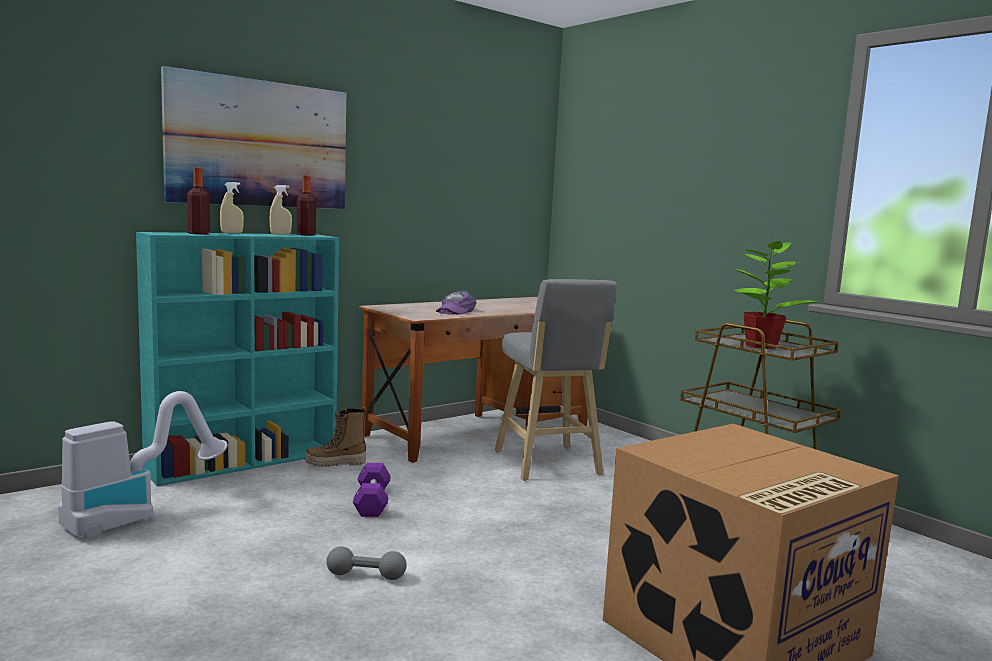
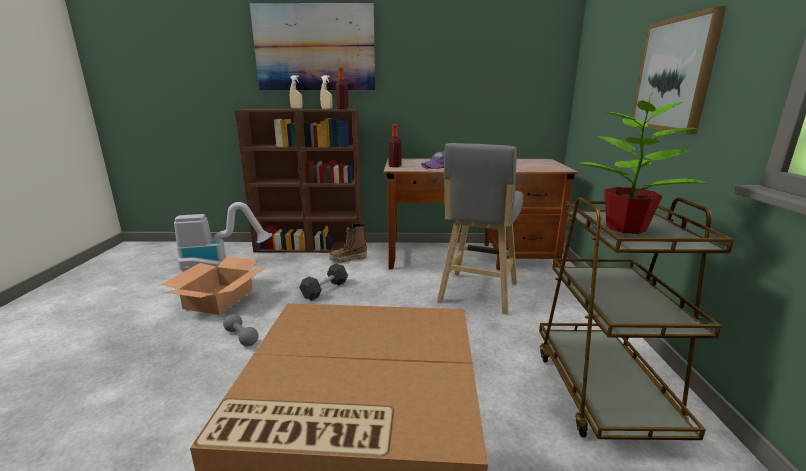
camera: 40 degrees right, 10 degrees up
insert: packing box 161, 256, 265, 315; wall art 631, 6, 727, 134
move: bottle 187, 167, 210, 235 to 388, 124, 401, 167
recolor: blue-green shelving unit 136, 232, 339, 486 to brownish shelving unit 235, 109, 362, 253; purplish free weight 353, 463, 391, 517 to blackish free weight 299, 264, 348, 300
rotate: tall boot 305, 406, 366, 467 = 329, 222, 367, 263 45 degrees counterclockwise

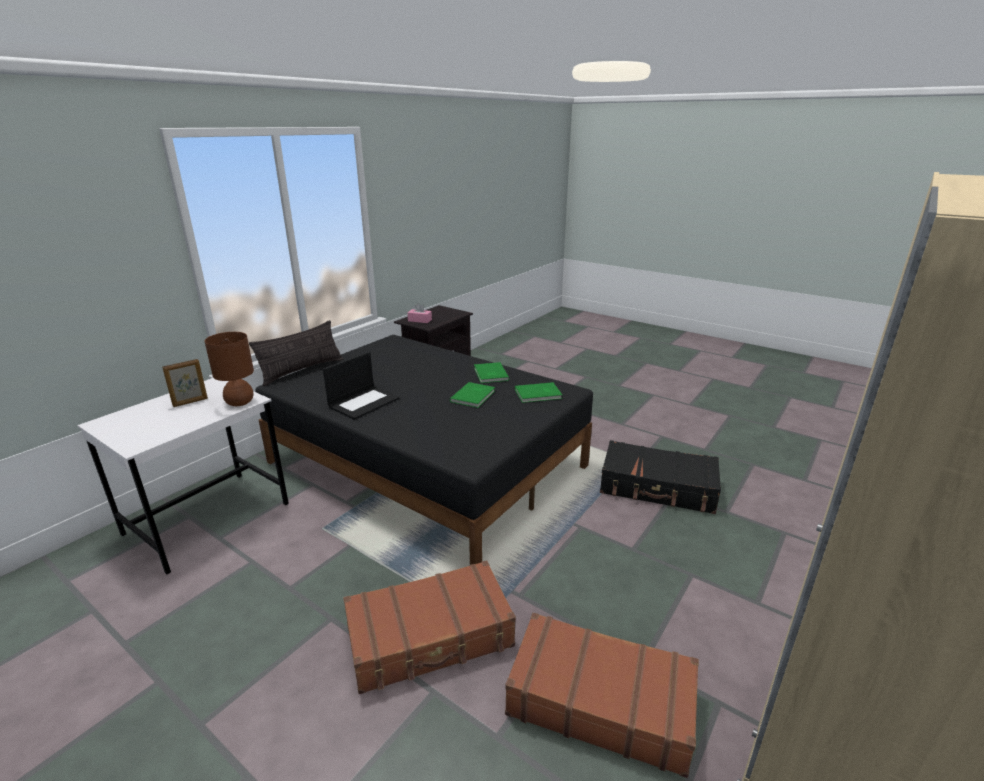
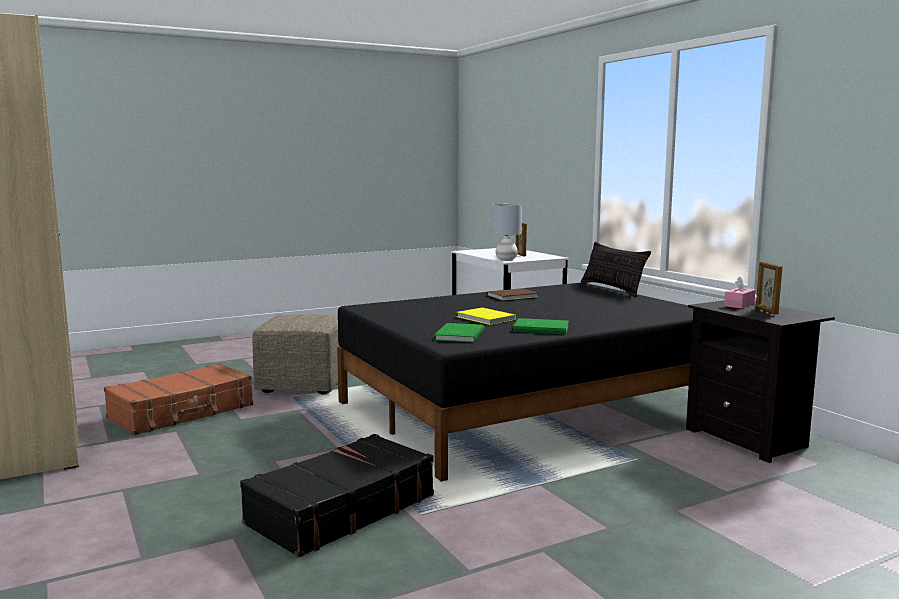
camera: 115 degrees right, 15 degrees down
insert: photo frame 756, 262, 782, 315
replace: laptop 323, 352, 400, 420 to brownish bound book 487, 288, 539, 301; brownish suitcase 343, 560, 516, 694 to beige-coloured footrest 252, 314, 340, 394
recolor: brownish table lamp 204, 332, 254, 406 to grey table lamp 492, 204, 522, 260; green bound book 450, 382, 495, 408 to yellowish bound book 457, 308, 516, 325

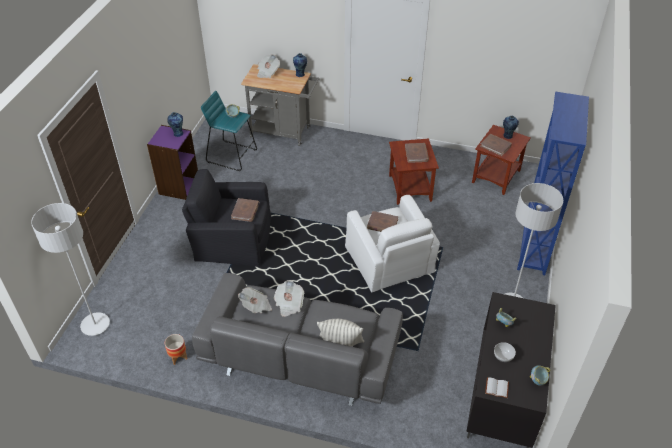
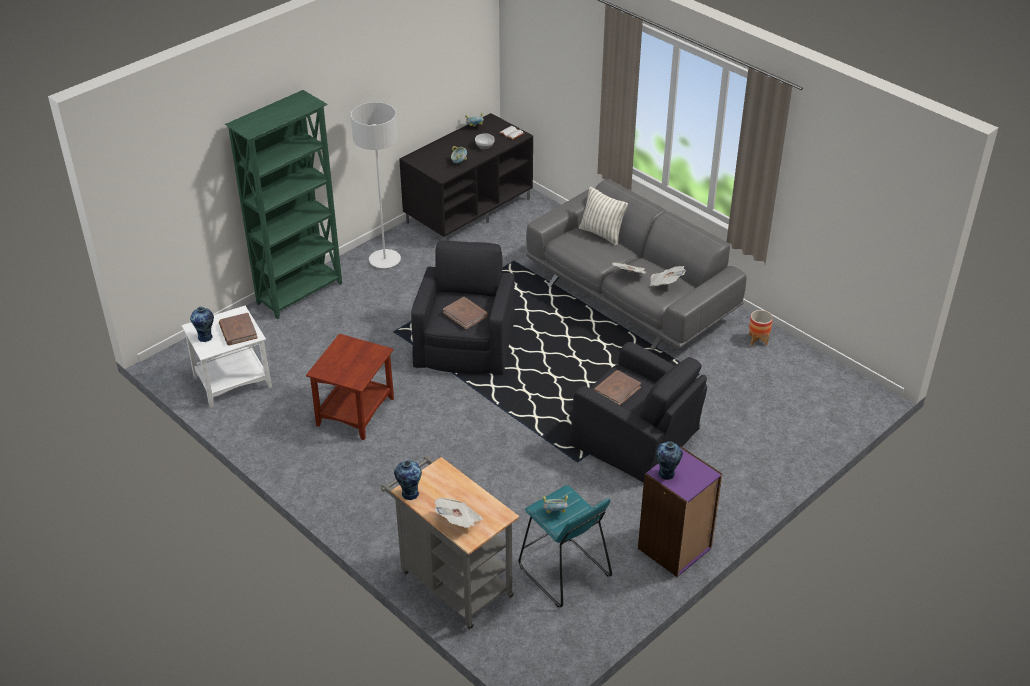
camera: 150 degrees left, 5 degrees down
delete: grey floor lamp 31, 203, 110, 336; brownish bound book 405, 143, 429, 163
recolor: whitish armchair 345, 195, 440, 292 to blackish armchair 411, 241, 515, 375; brownish accent table 472, 125, 531, 195 to whitish accent table 182, 306, 272, 408; blue shelving unit 517, 91, 589, 275 to green shelving unit 225, 90, 342, 319

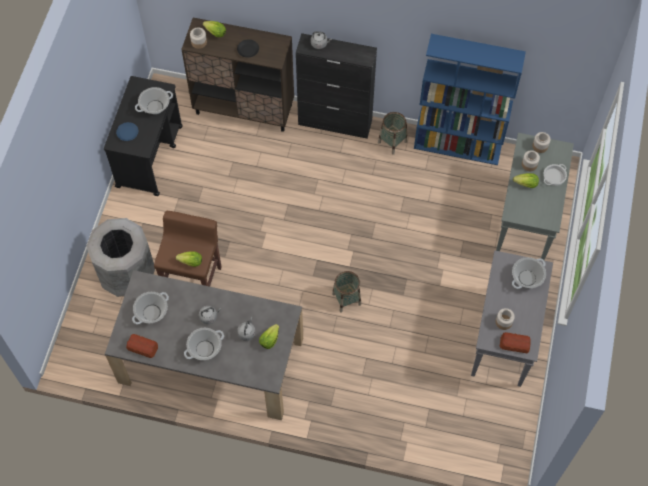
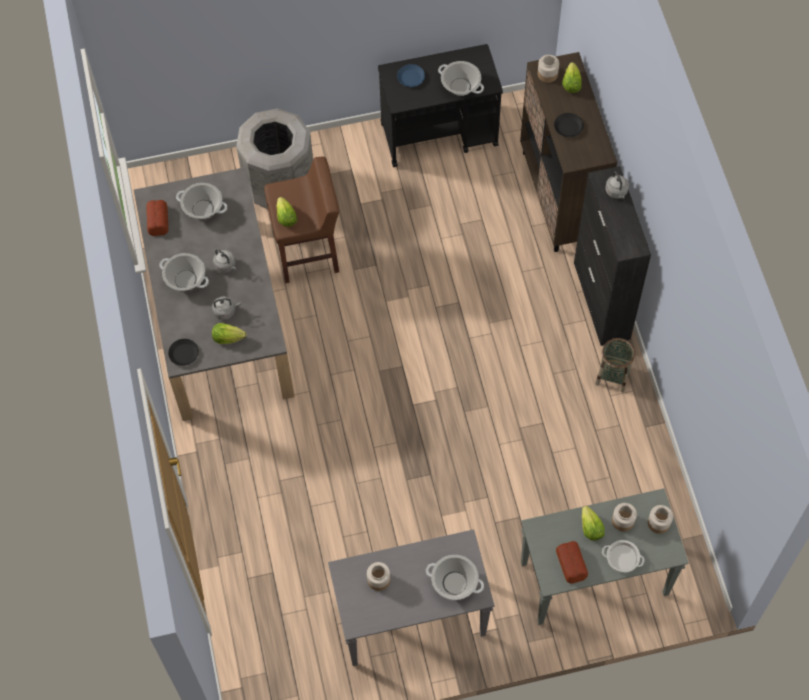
camera: 65 degrees right, 0 degrees up
delete: household basket 332, 271, 361, 312; blue shelving unit 414, 34, 526, 165
insert: blackish dinner plate 168, 339, 199, 366
move: bakery bread 500, 332, 531, 353 to 556, 541, 588, 584

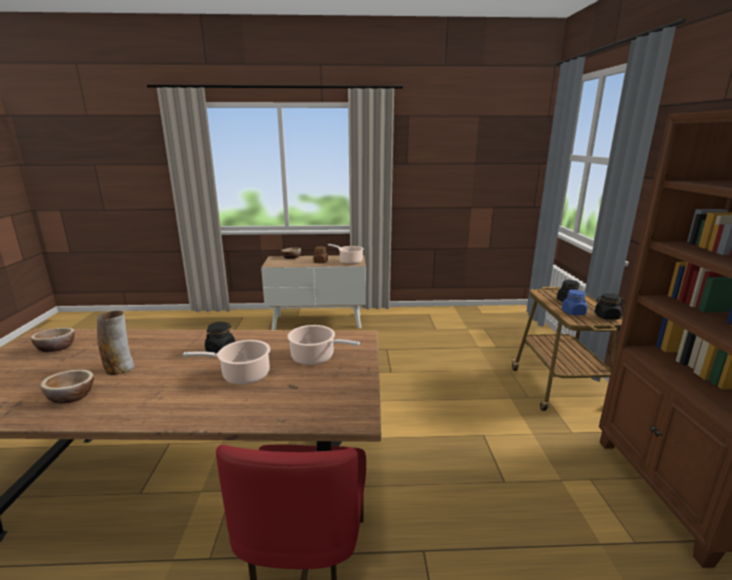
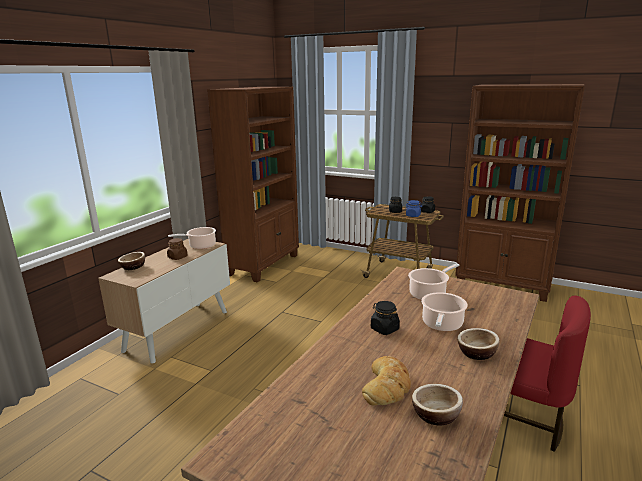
camera: 60 degrees left, 0 degrees up
insert: brownish shelving unit 207, 87, 299, 282
move: serving bowl 31, 327, 75, 352 to 457, 328, 499, 360
replace: vase 97, 311, 134, 375 to bakery bread 362, 356, 411, 406

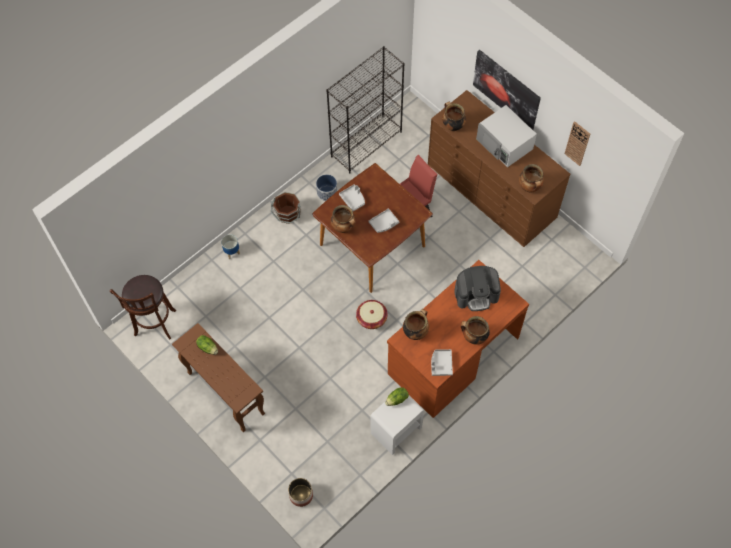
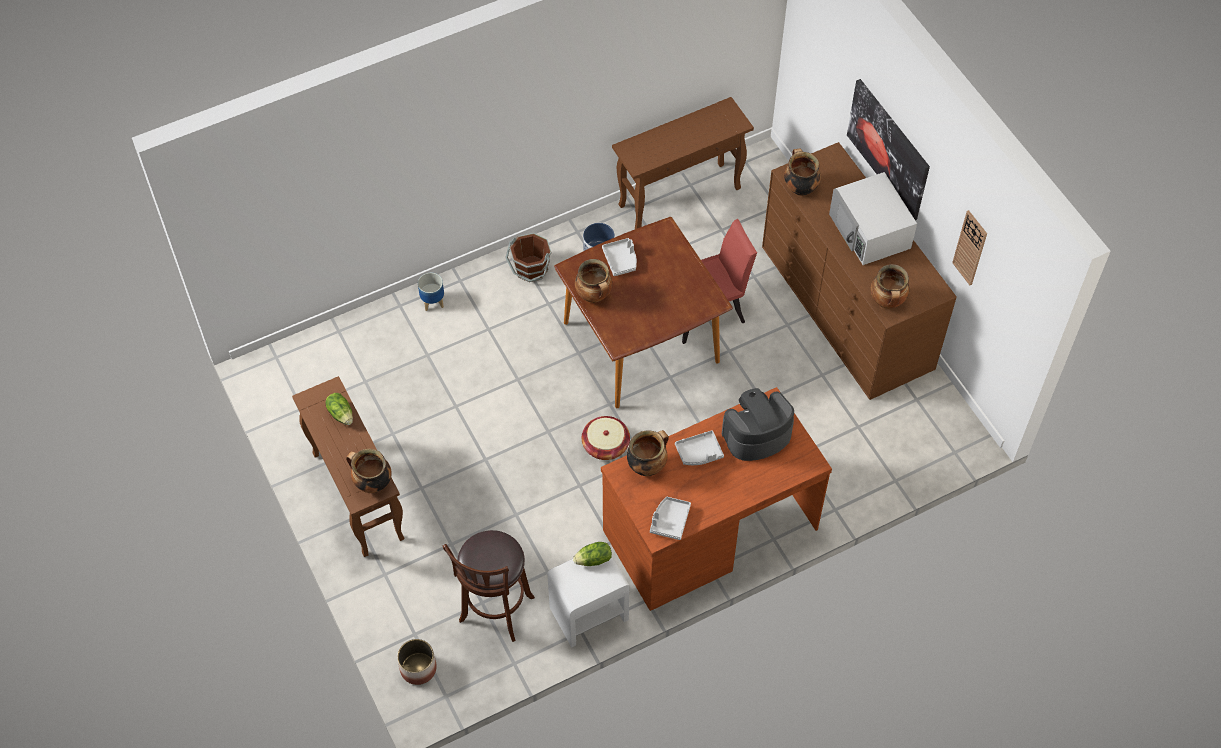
camera: 15 degrees right, 5 degrees down
move: brownish stool seat 110, 275, 177, 339 to 443, 530, 535, 642; grey tray 369, 209, 400, 233 to 675, 430, 724, 465; saucepot 461, 316, 490, 345 to 346, 449, 392, 493
replace: blackish shelving unit 326, 46, 405, 174 to brownish hall table 612, 97, 754, 229
rotate: coffee brewer 454, 266, 501, 311 = 722, 388, 794, 461 150 degrees clockwise

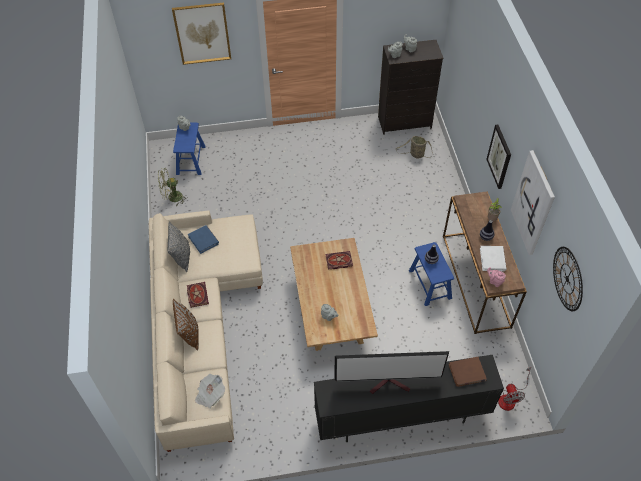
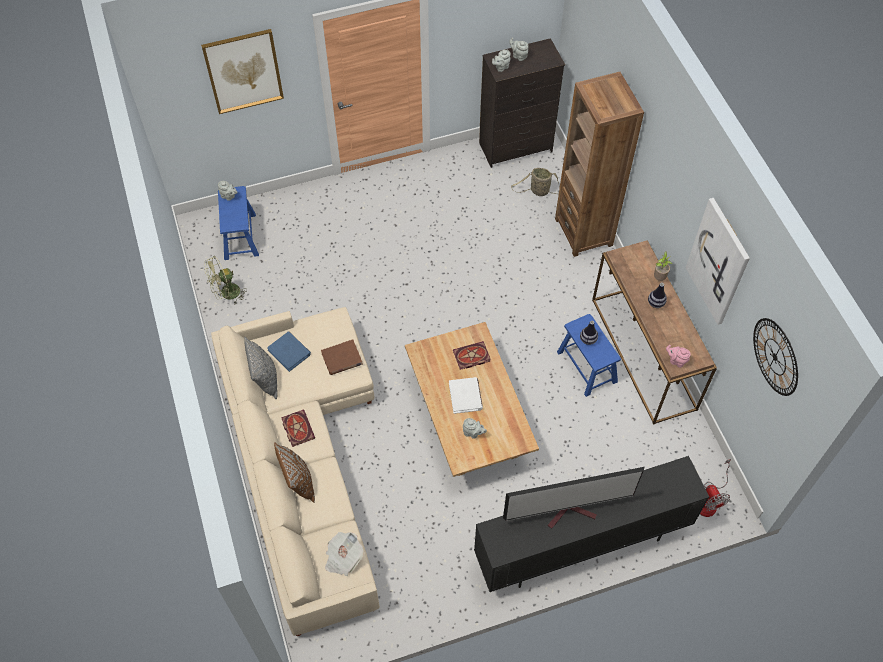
camera: 10 degrees left, 5 degrees up
delete: wall art 486, 124, 511, 189
insert: brownish shelving unit 555, 72, 644, 257
move: brownish bound book 449, 357, 486, 387 to 321, 339, 363, 375; whitish bound book 480, 246, 507, 271 to 449, 377, 483, 414

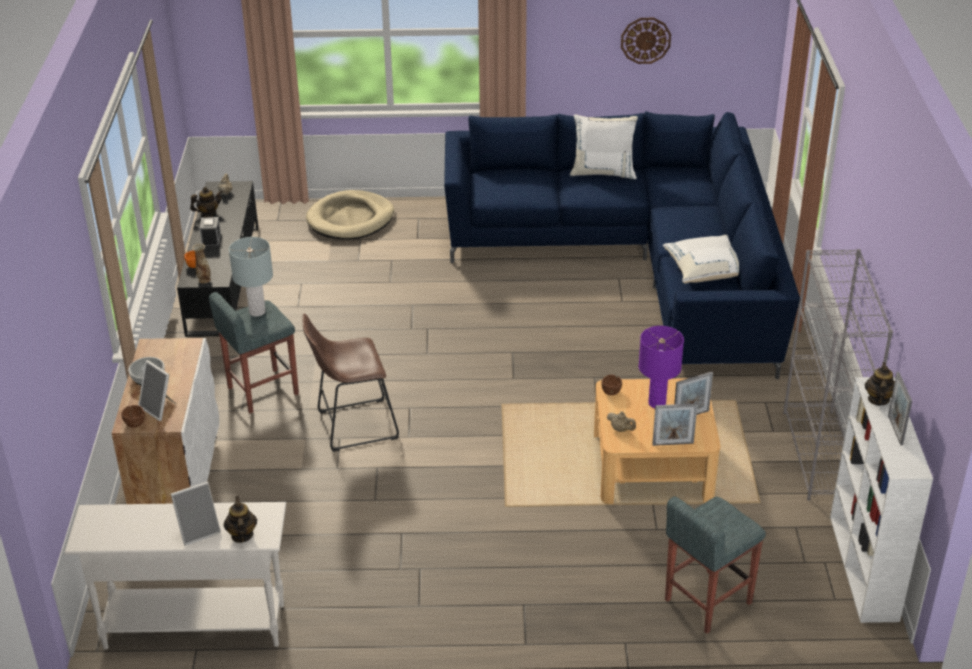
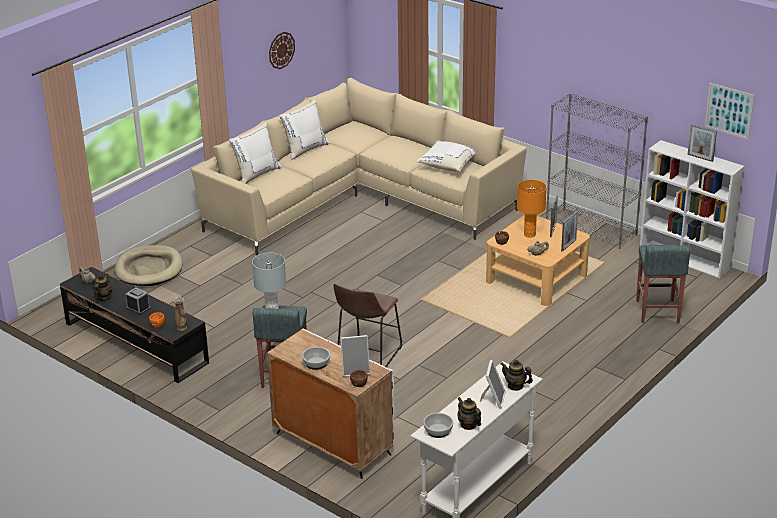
camera: 50 degrees left, 5 degrees down
insert: whitish cushion 229, 123, 281, 184; serving bowl 423, 413, 453, 438; wall art 704, 83, 754, 140
move: tea pot 865, 362, 895, 406 to 458, 397, 481, 430
recolor: blue sofa 444, 111, 800, 379 to beige-coloured sofa 191, 78, 527, 256; purplish table lamp 639, 326, 684, 408 to orangey table lamp 517, 180, 547, 238

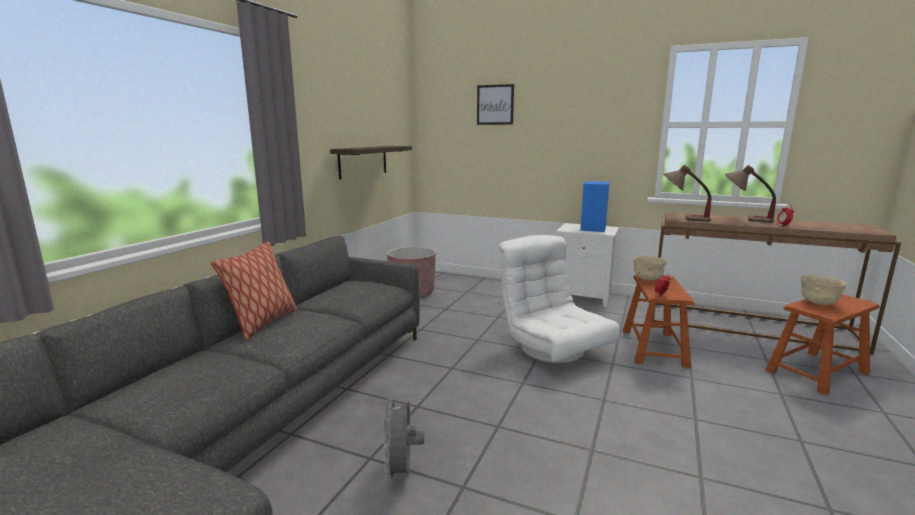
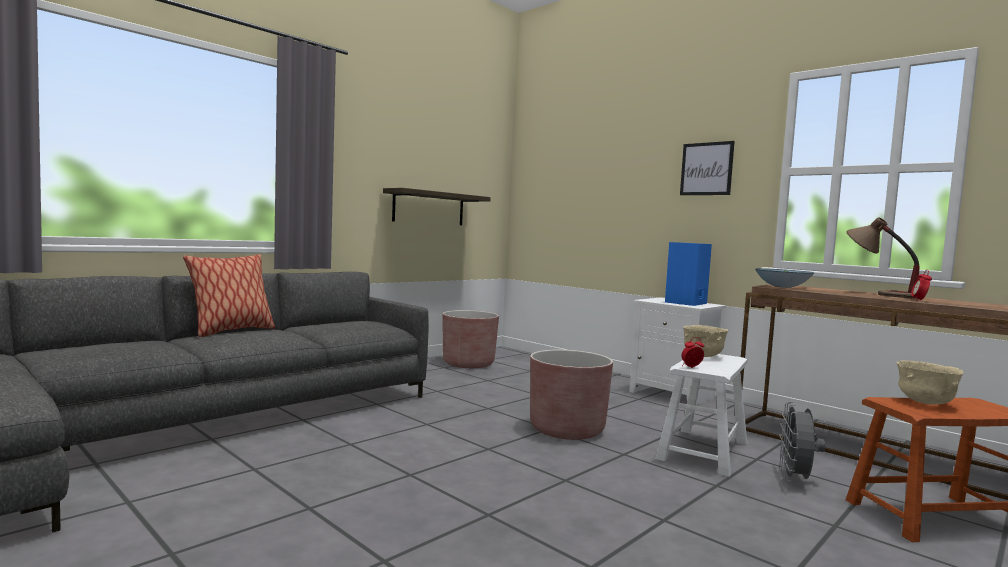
camera: 20 degrees right, 10 degrees down
move: grey cooling fan 383, 396, 424, 482 to 779, 401, 825, 482; wall art 477, 84, 514, 125 to 680, 141, 735, 195
replace: whitish armchair 499, 235, 620, 363 to brownish planter 530, 350, 613, 440; table lamp 663, 165, 711, 222 to serving bowl 755, 268, 815, 288
recolor: brownish stool seat 623, 275, 694, 368 to whitish stool seat 655, 354, 748, 477

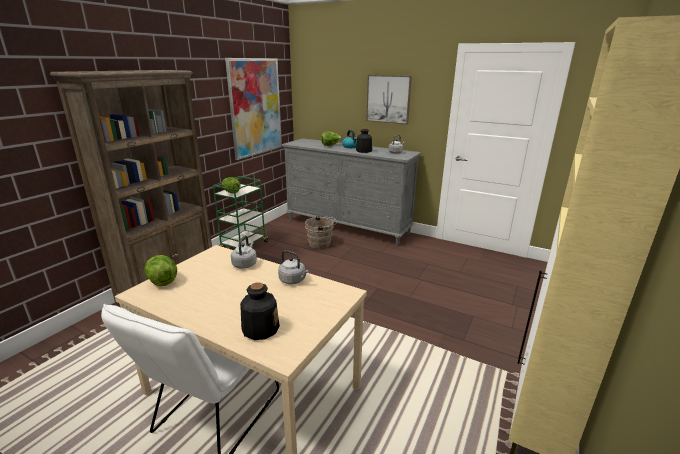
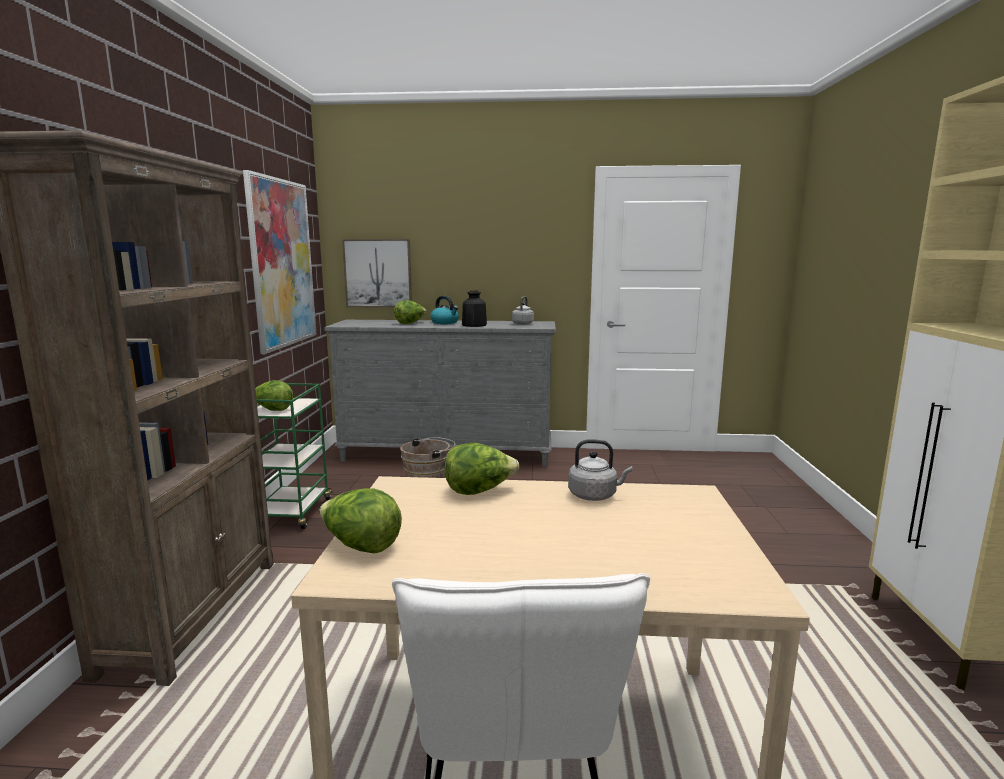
camera: 25 degrees left, 10 degrees down
delete: bottle 240, 282, 280, 340
move: wall art 366, 75, 412, 125 to 342, 239, 412, 308
replace: grey water kettle 231, 236, 257, 269 to head of lettuce 445, 443, 519, 495

